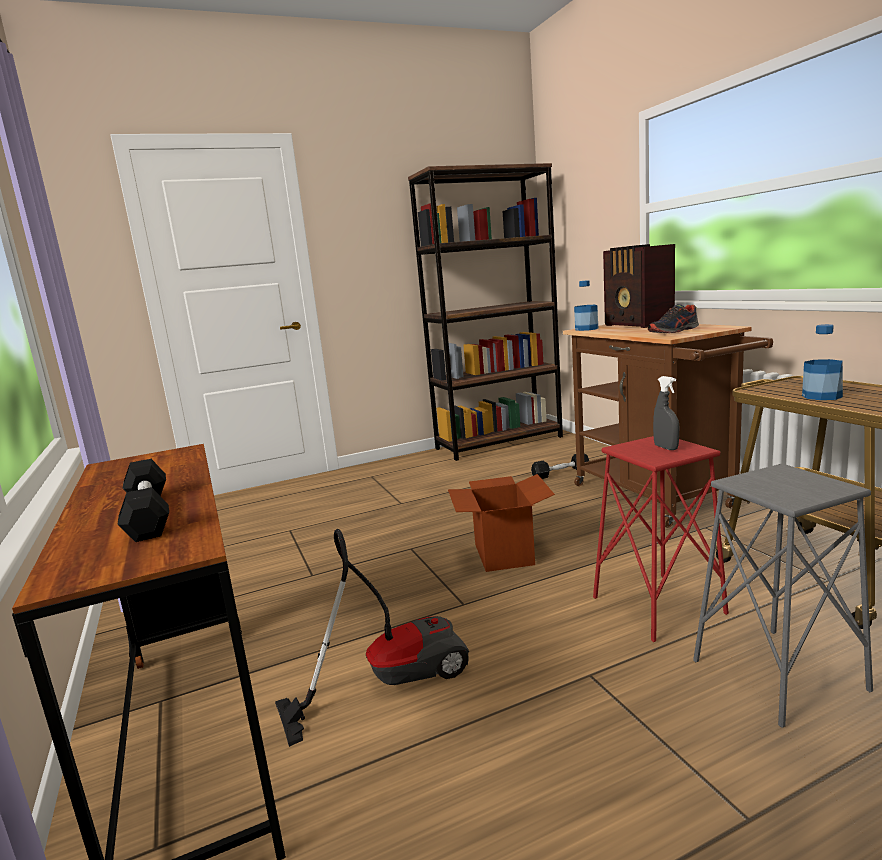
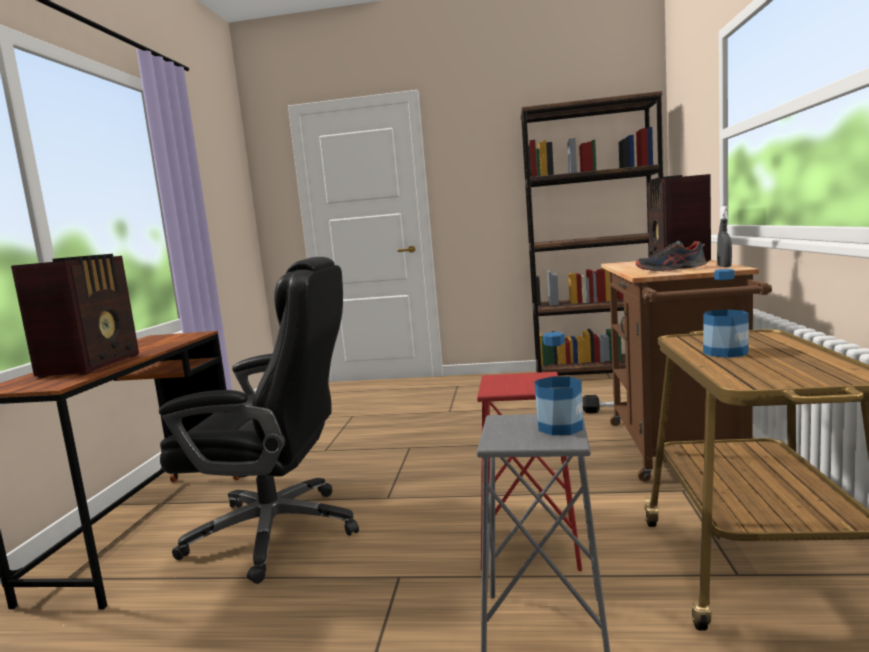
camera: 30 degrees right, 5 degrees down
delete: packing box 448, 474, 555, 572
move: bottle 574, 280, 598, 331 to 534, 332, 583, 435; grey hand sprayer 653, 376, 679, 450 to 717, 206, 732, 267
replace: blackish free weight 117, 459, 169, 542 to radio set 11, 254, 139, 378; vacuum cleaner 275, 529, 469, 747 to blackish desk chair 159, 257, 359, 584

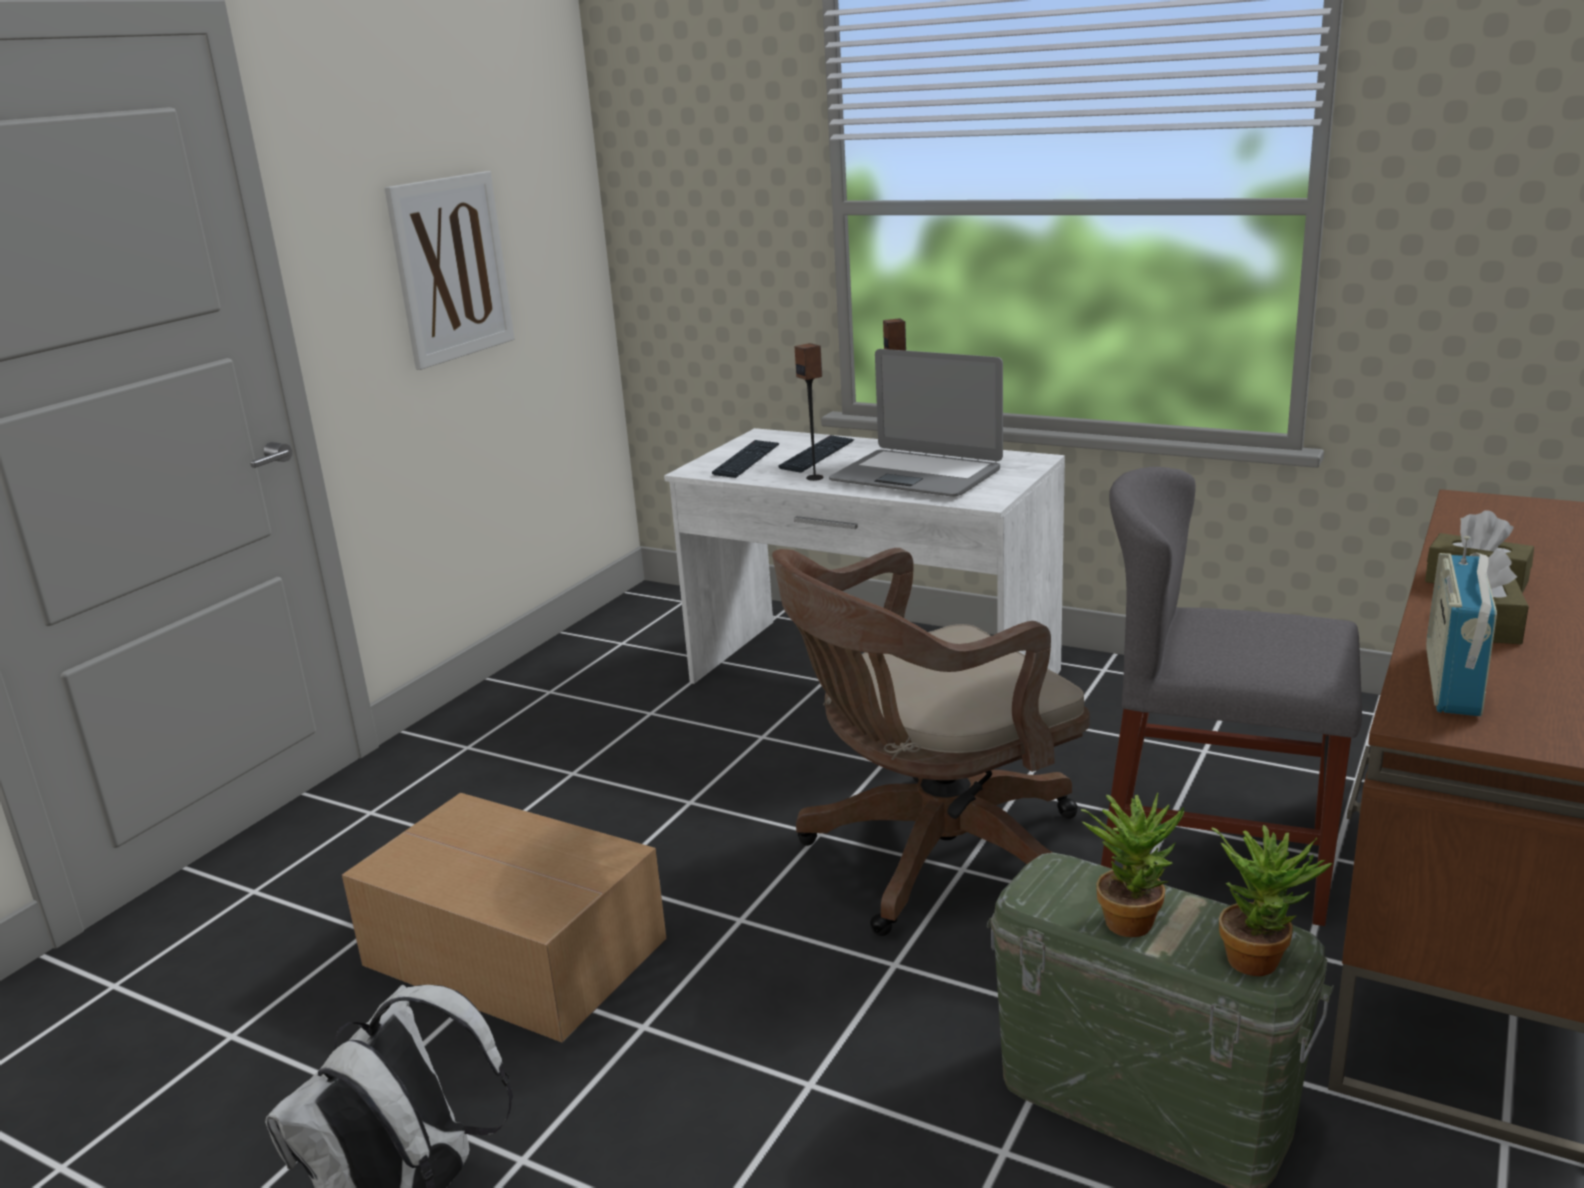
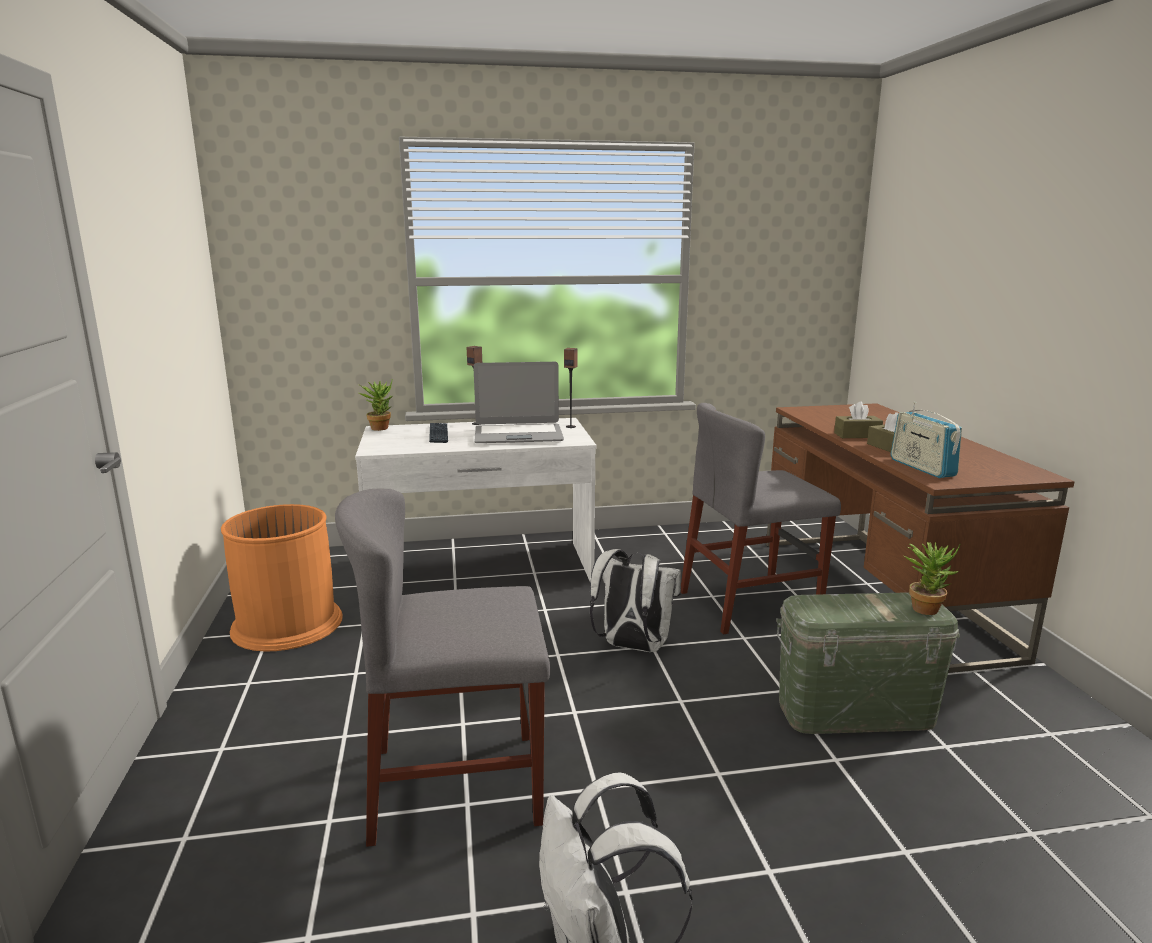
camera: 40 degrees left, 5 degrees down
delete: wall art 385, 171, 514, 370; PC keyboard 712, 440, 780, 478
insert: orangey rubbish bin 221, 504, 343, 652
move: audio speaker 795, 343, 823, 481 to 564, 348, 578, 428; plant in a pot 1081, 792, 1184, 937 to 359, 379, 393, 431
replace: packing box 342, 793, 667, 1043 to grey chair 335, 489, 550, 847; brownish desk chair 772, 548, 1090, 936 to whitish backpack 590, 549, 681, 652

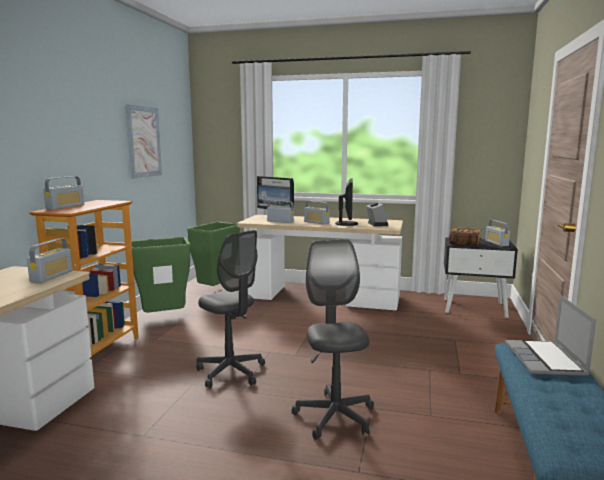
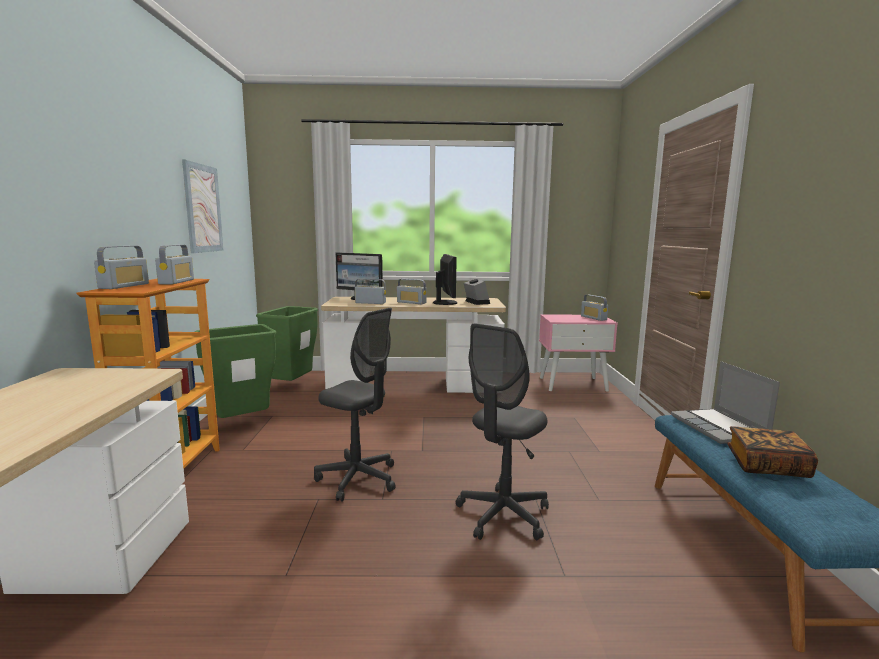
camera: 15 degrees left, 0 degrees up
move: radio set 27, 238, 72, 283 to 155, 245, 194, 284; bound book 449, 227, 482, 246 to 727, 426, 818, 478
recolor: blackish bedside table 444, 237, 518, 318 to pink bedside table 539, 314, 618, 392
rotate: grey desk chair 291, 240, 374, 440 = 456, 323, 549, 540 120 degrees counterclockwise

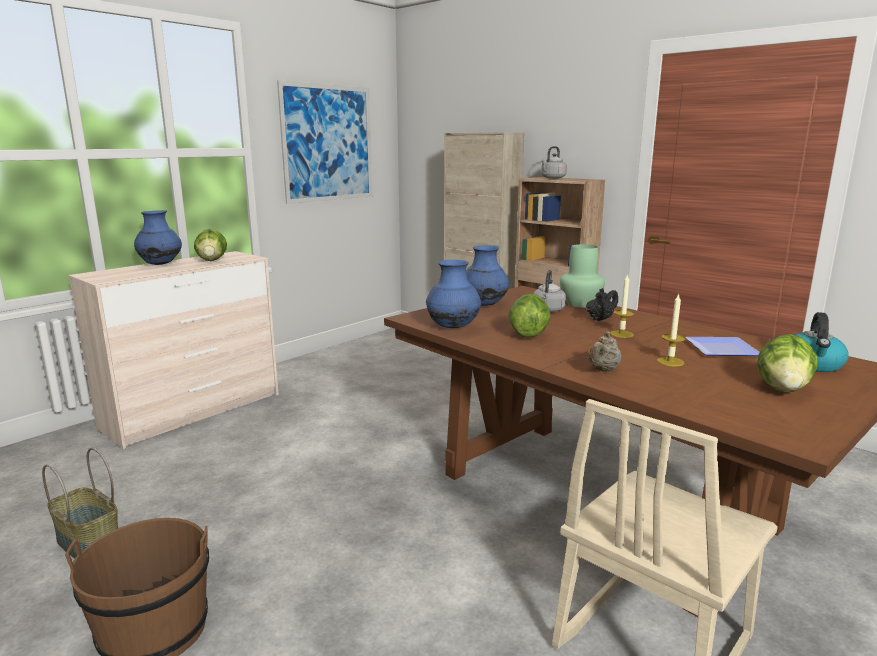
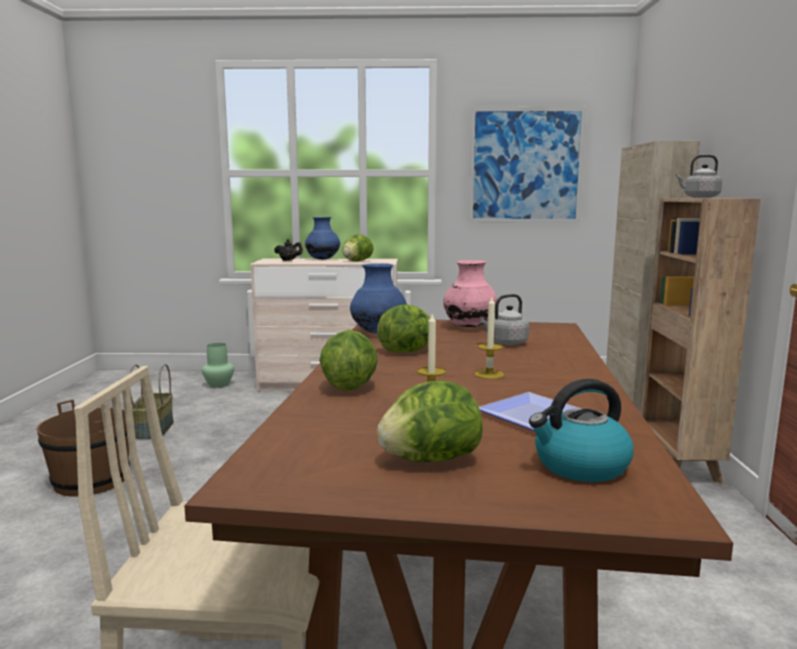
camera: 50 degrees right, 5 degrees down
move: green vase 560, 244, 605, 308 to 202, 343, 234, 388; blackish tea pot 586, 288, 618, 321 to 274, 239, 303, 261
replace: beige-coloured tea pot 588, 331, 621, 372 to head of lettuce 319, 330, 378, 391
recolor: blue vase 466, 245, 509, 306 to pink vase 443, 260, 497, 327

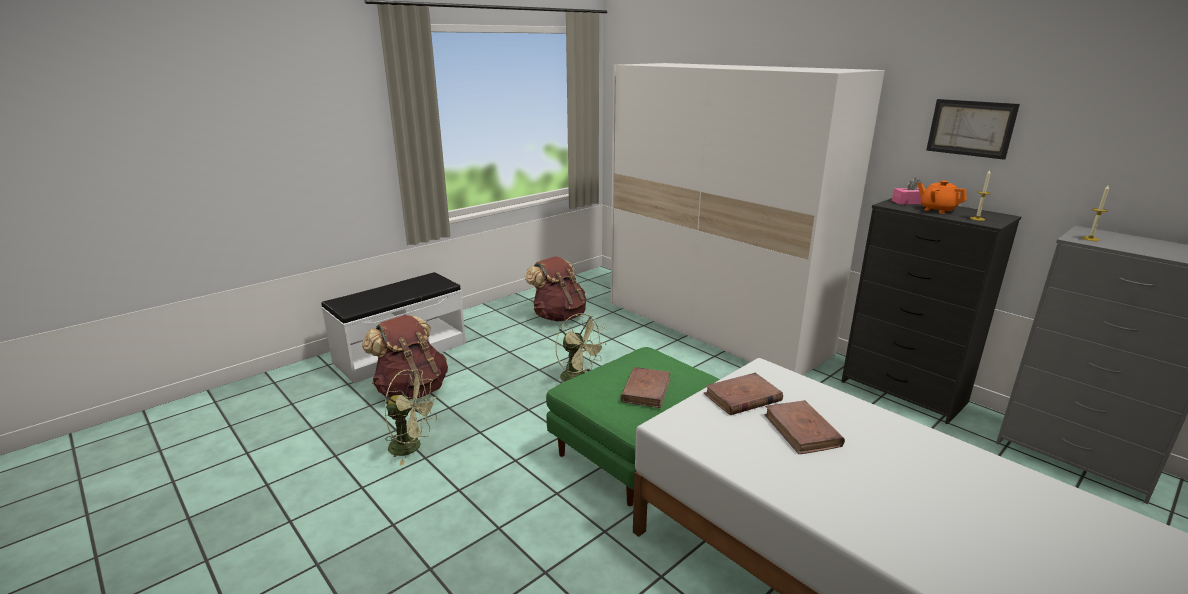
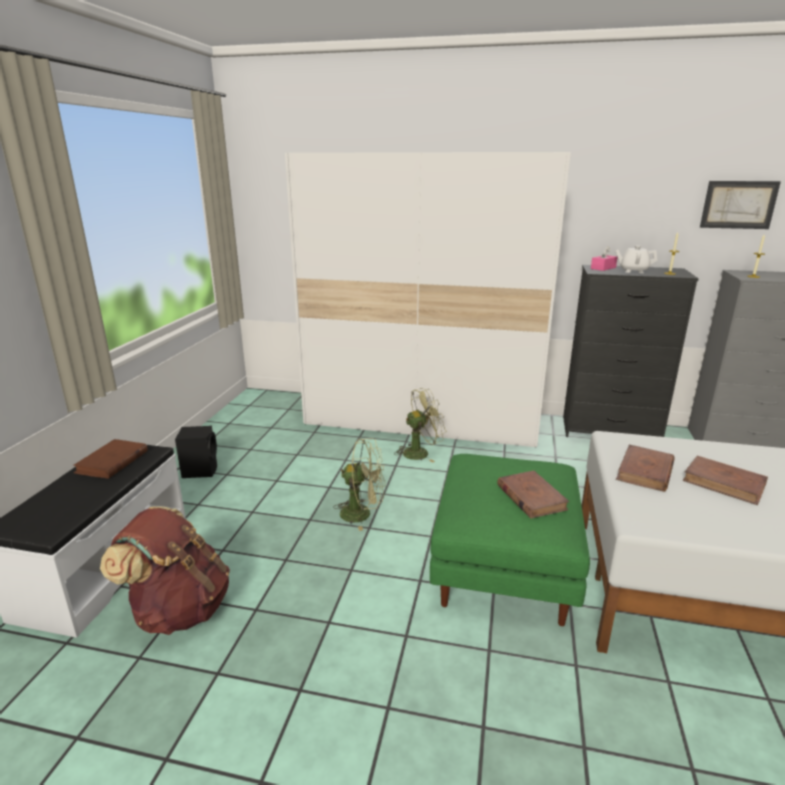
camera: 35 degrees left, 0 degrees up
delete: brownish backpack 525, 256, 586, 322
insert: brownish bound book 73, 439, 148, 479; blackish audio speaker 175, 426, 217, 478
move: green cooling fan 385, 370, 438, 465 to 394, 388, 446, 462; wall art 926, 99, 1020, 160 to 700, 181, 781, 229
recolor: orangey tea pot 918, 180, 967, 214 to whitish tea pot 615, 245, 657, 273

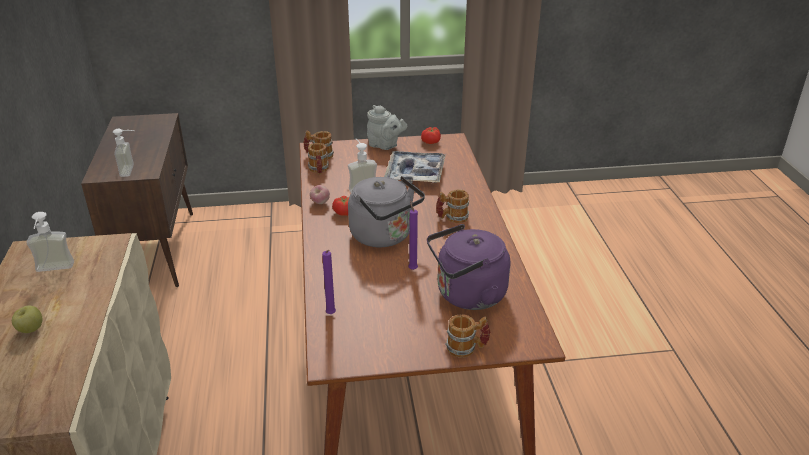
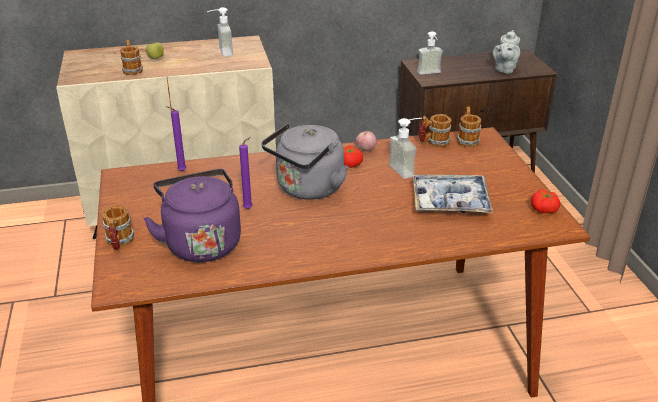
camera: 85 degrees right, 0 degrees up
move: grey tea pot 367, 105, 407, 150 to 493, 30, 520, 74; mug 436, 189, 469, 223 to 120, 40, 143, 75

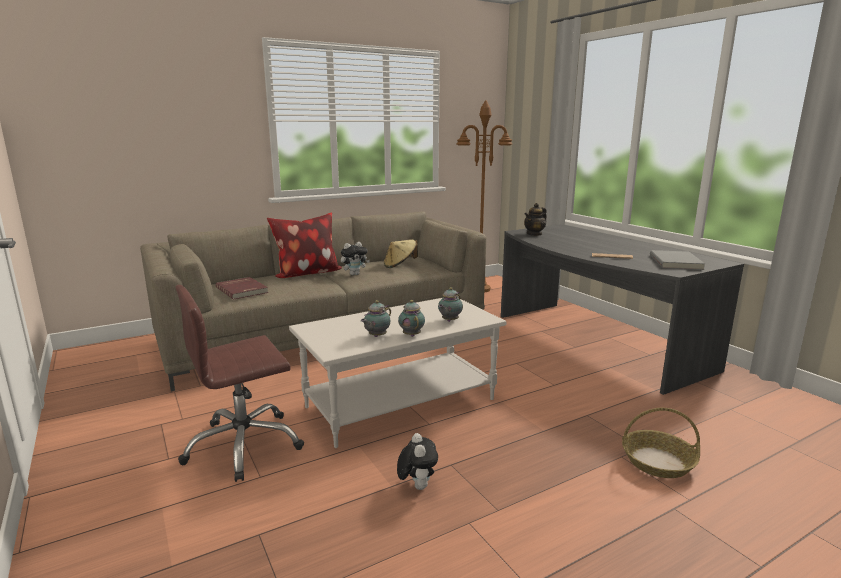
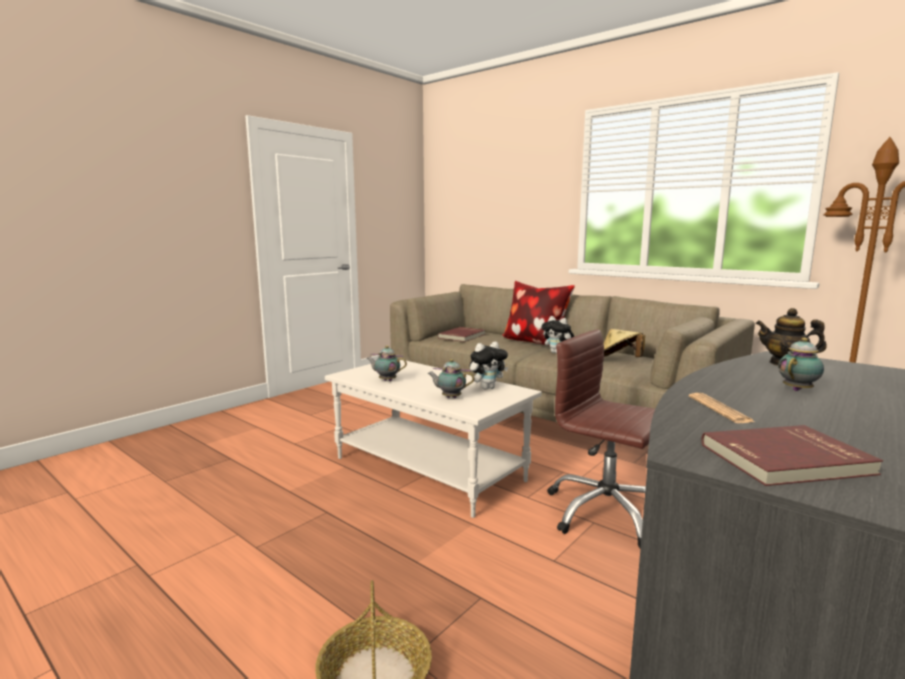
camera: 70 degrees right, 5 degrees down
move: brownish desk chair 175, 285, 304, 482 to 547, 329, 655, 548; cuddly toy 397, 433, 438, 490 to 470, 342, 508, 390; tea pot 398, 300, 425, 337 to 778, 338, 824, 391
recolor: grey bound book 650, 250, 705, 270 to reddish bound book 701, 425, 883, 486

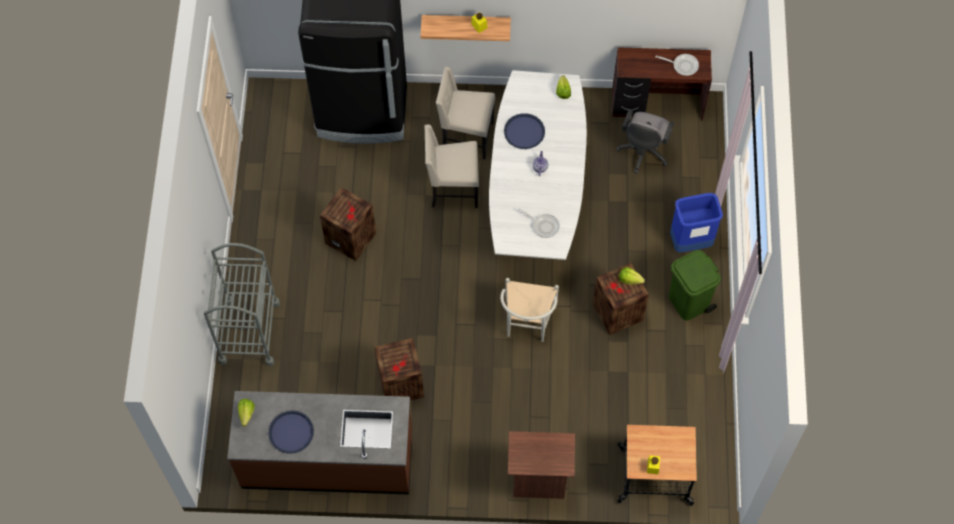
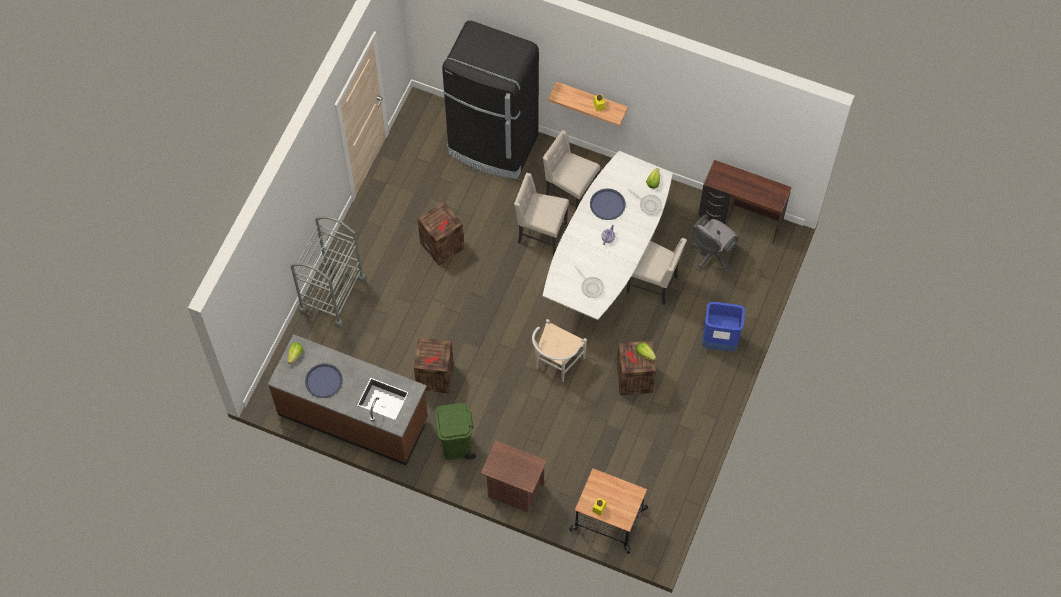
camera: 20 degrees right, 0 degrees up
insert: beige-coloured chair 627, 238, 687, 306
move: frying pan 655, 54, 699, 76 to 628, 189, 662, 215; green rubbish bin 669, 250, 721, 320 to 435, 403, 476, 460

